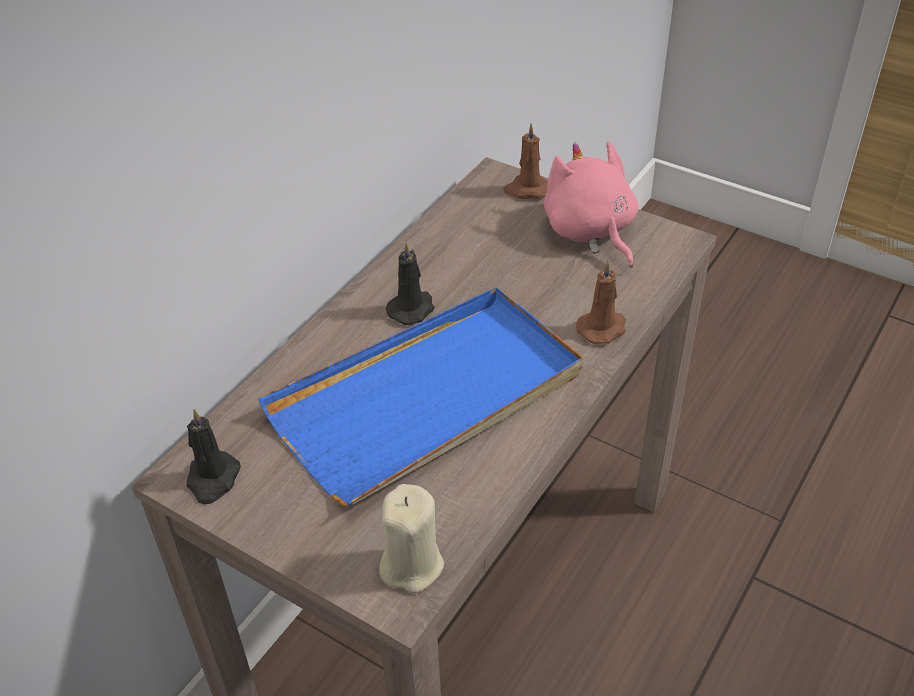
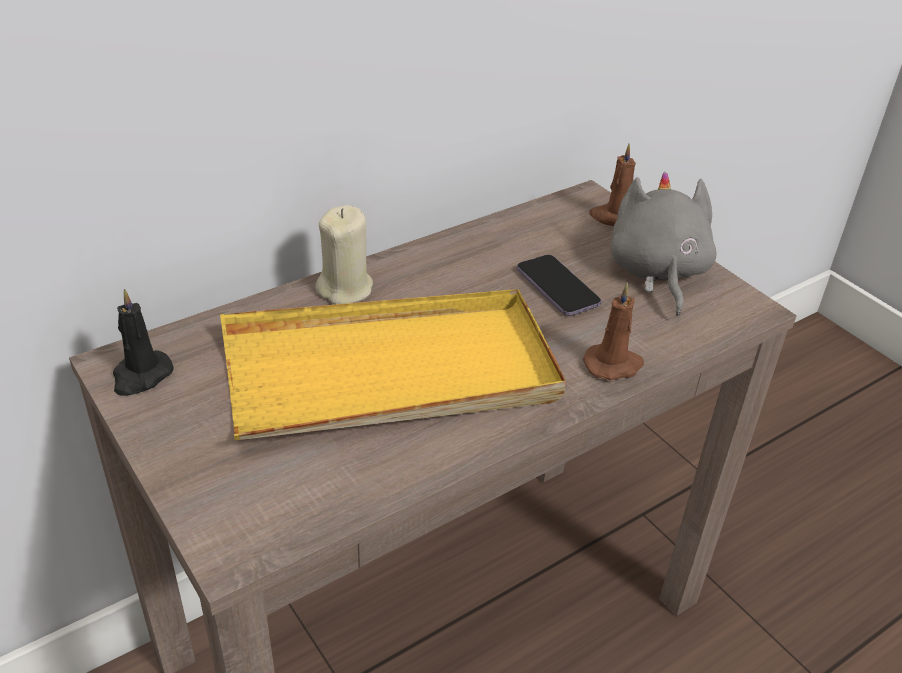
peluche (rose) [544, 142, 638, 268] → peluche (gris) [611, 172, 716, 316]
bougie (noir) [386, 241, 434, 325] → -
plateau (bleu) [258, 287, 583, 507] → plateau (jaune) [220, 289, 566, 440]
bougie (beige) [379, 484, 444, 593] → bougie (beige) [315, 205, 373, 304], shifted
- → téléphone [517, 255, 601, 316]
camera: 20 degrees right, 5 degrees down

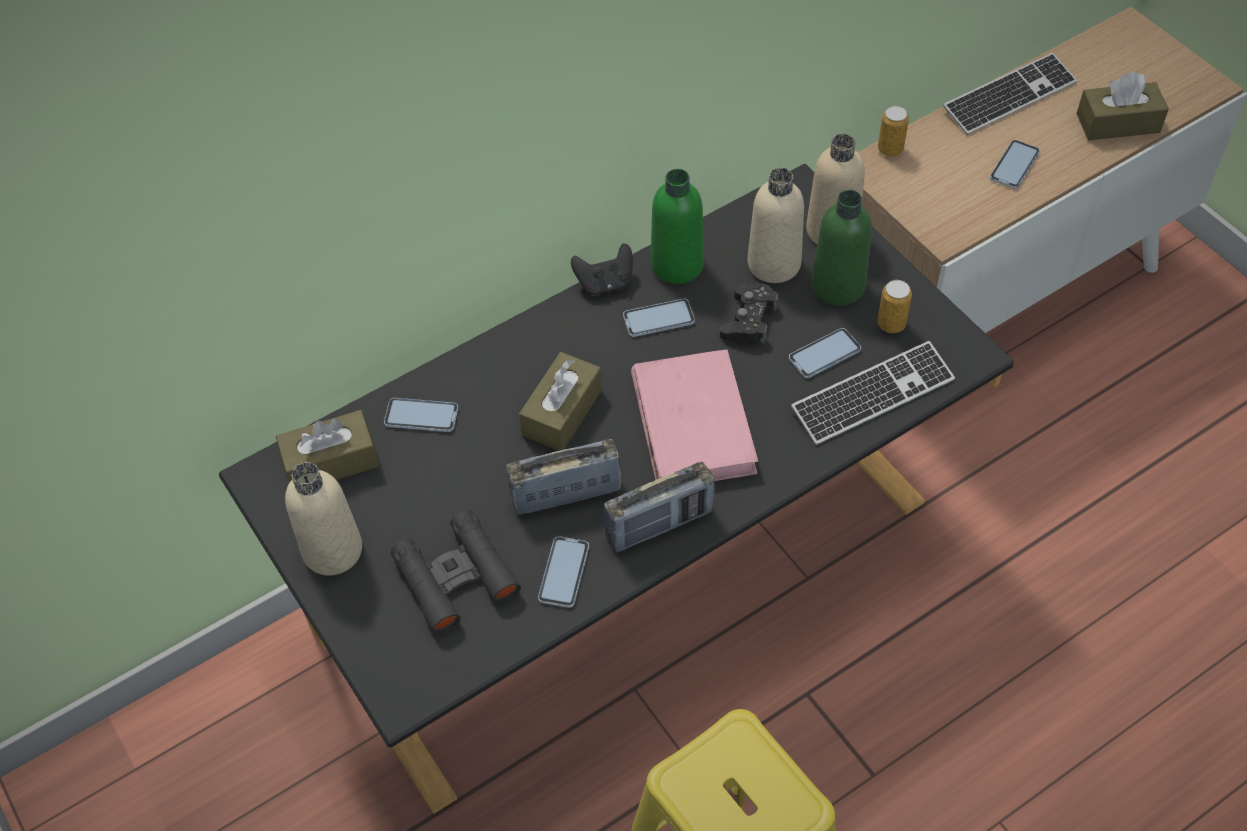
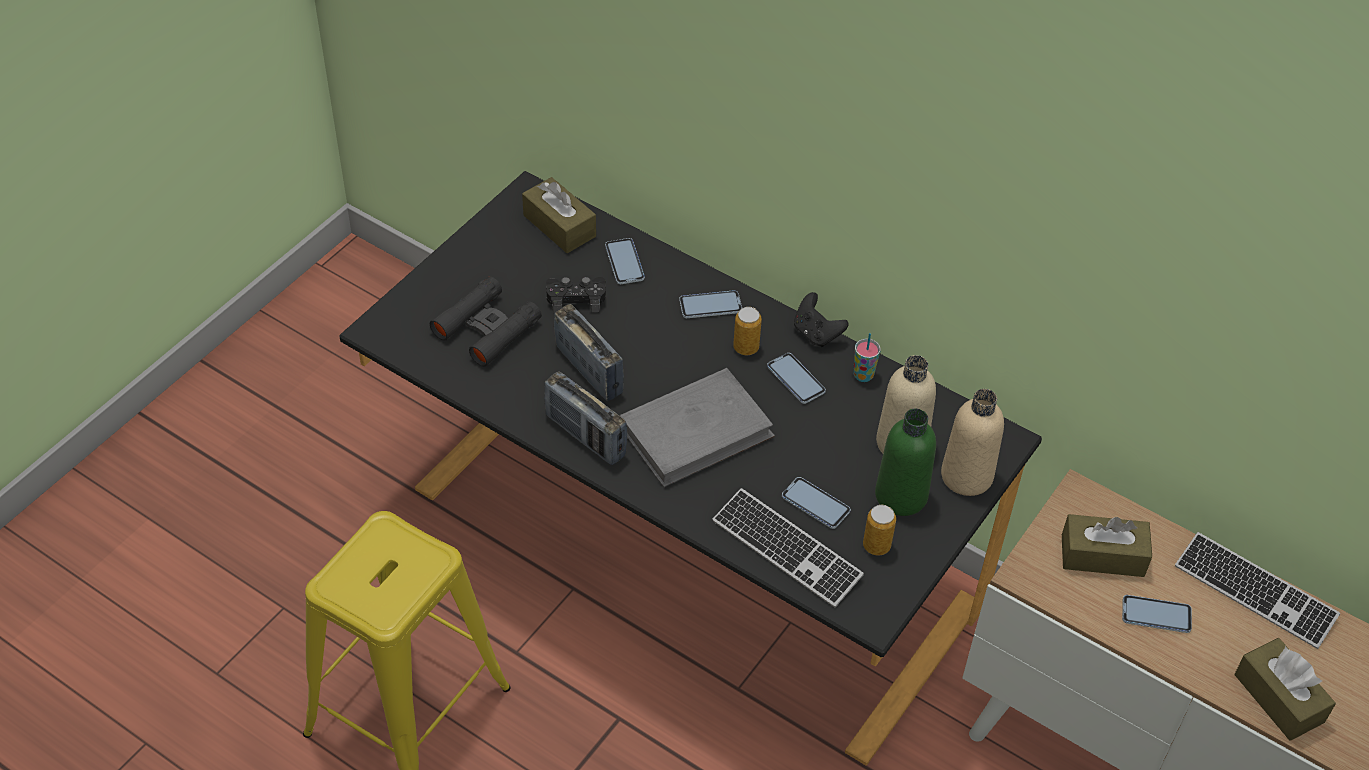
boîte métallique [878, 106, 909, 157] → boîte métallique [733, 307, 762, 355], shifted
bouteille (vert) [650, 169, 704, 284] → tasse [853, 333, 881, 382]
manette (noir) [720, 282, 778, 344] → manette (noir) [546, 277, 606, 313], shifted
livre (rose) [631, 349, 758, 481] → livre (gris) [619, 368, 775, 487]
boîte à mouchoirs (marron) [519, 352, 602, 451] → boîte à mouchoirs (marron) [1062, 514, 1152, 577], shifted
bouteille (beige) [285, 462, 362, 576] → -
téléphone [538, 536, 589, 608] → téléphone [679, 290, 742, 318], shifted
camera: 65 degrees right, 5 degrees down

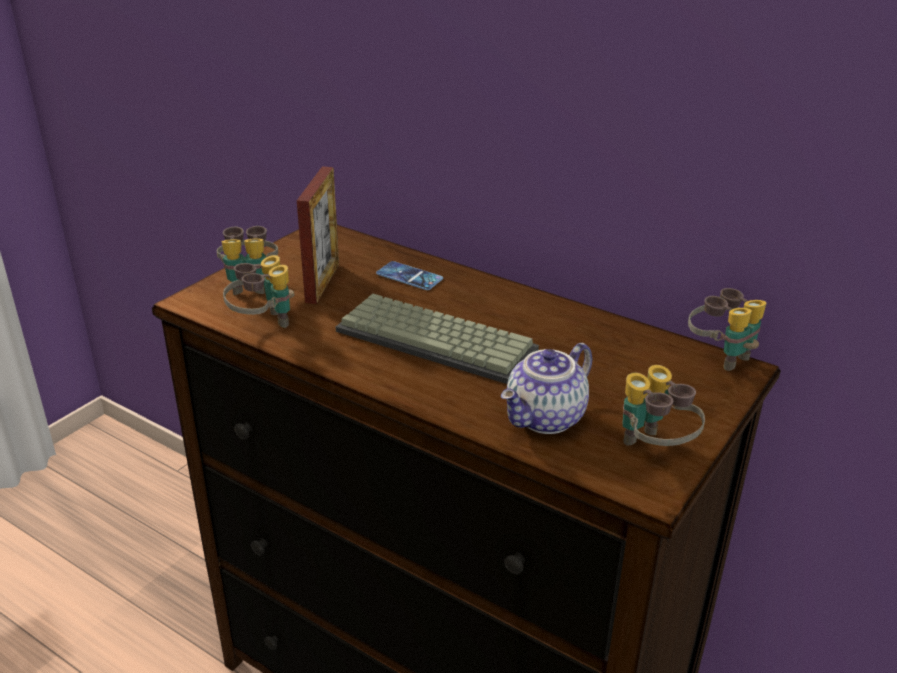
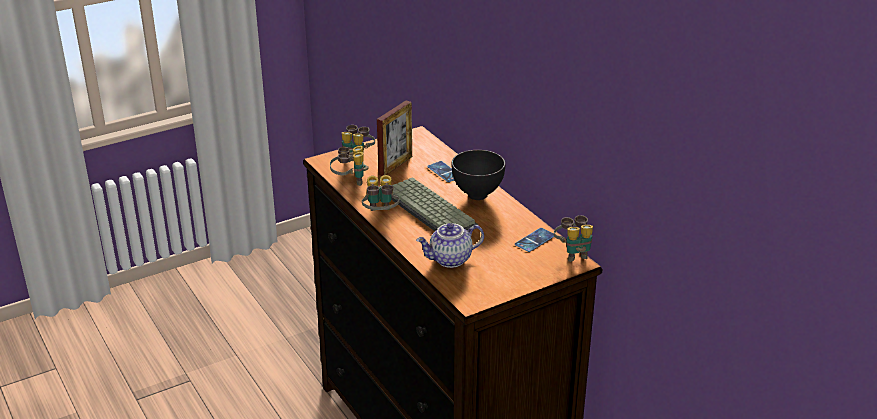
jumelles [623, 365, 705, 446] → jumelles [362, 175, 399, 211], shifted
- → bol (noir) [452, 150, 505, 200]
- → téléphone [515, 228, 554, 252]
camera: 25 degrees right, 0 degrees up

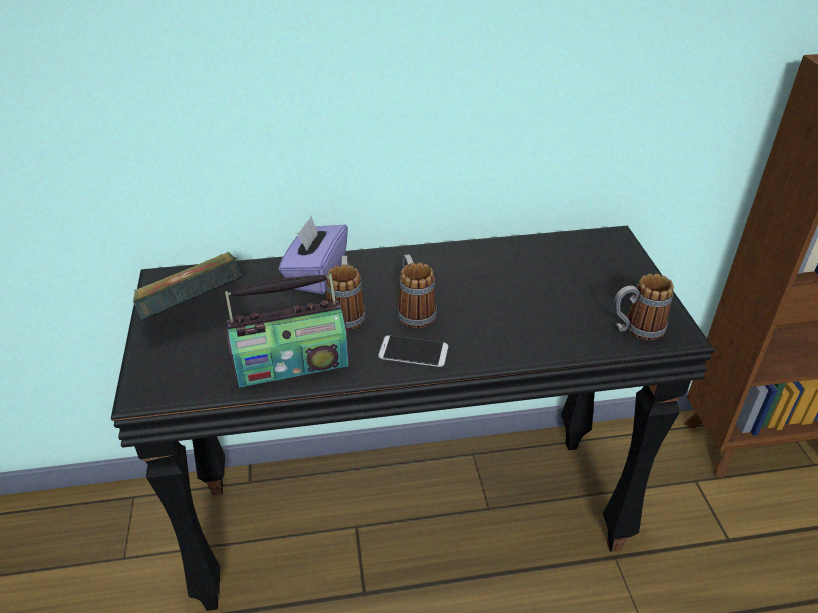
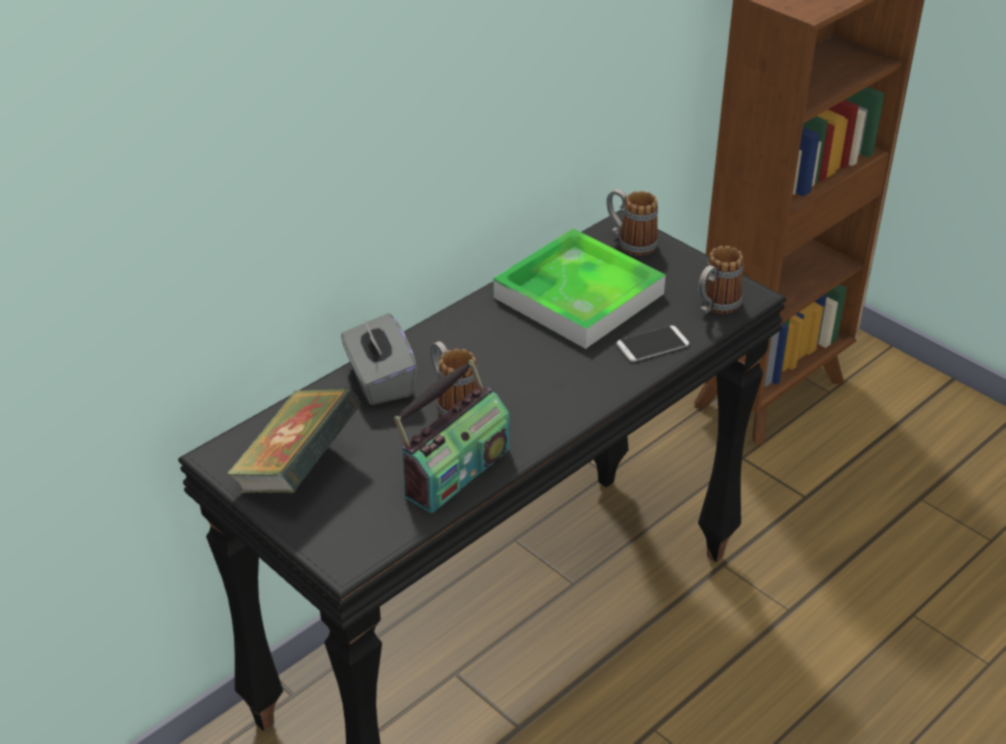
boîte à mouchoirs (violet) [279, 216, 348, 294] → boîte à mouchoirs (gris) [341, 313, 417, 405]
mug [397, 254, 437, 328] → mug [607, 189, 658, 256], shifted
téléphone [378, 335, 448, 367] → téléphone [616, 326, 689, 362], shifted
- → plateau [493, 228, 666, 349]
camera: 35 degrees left, 0 degrees up

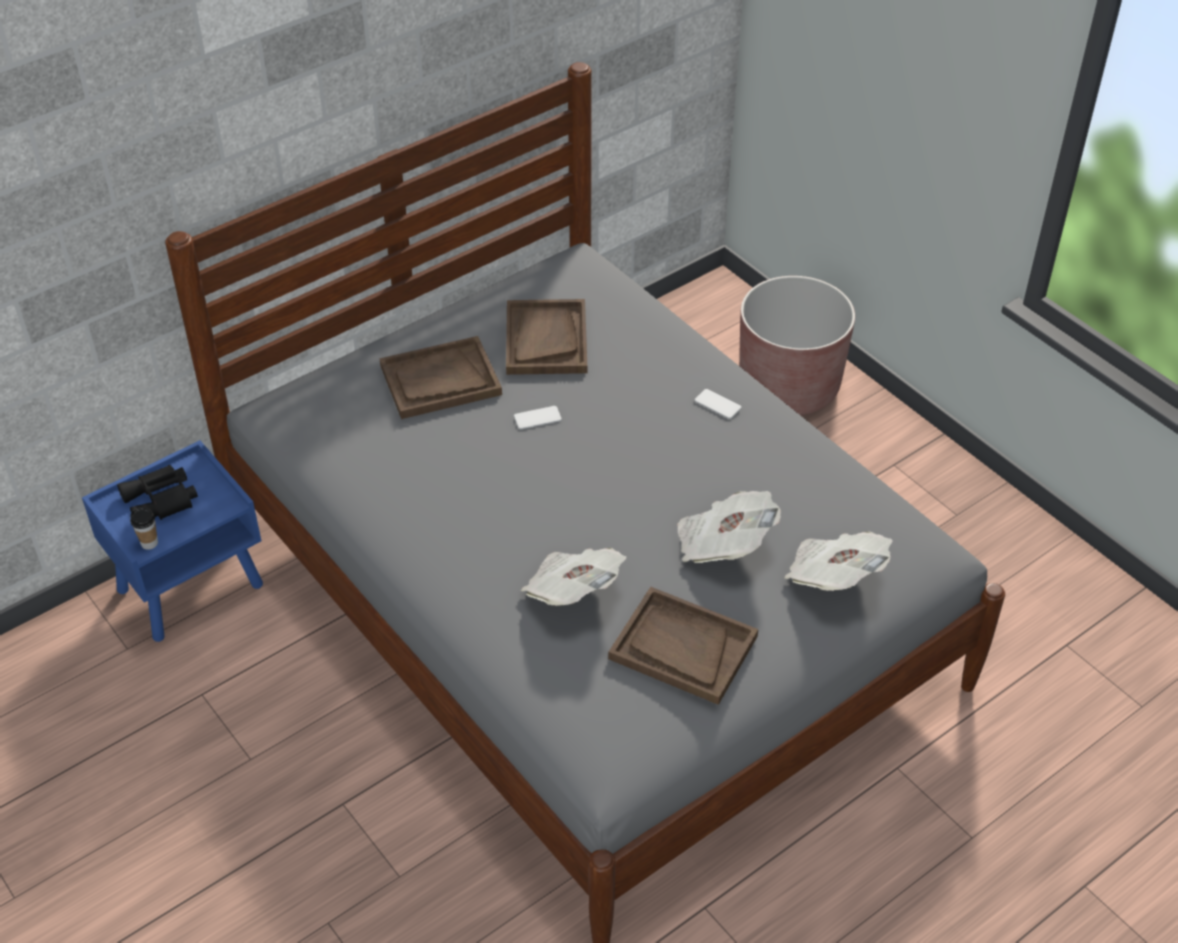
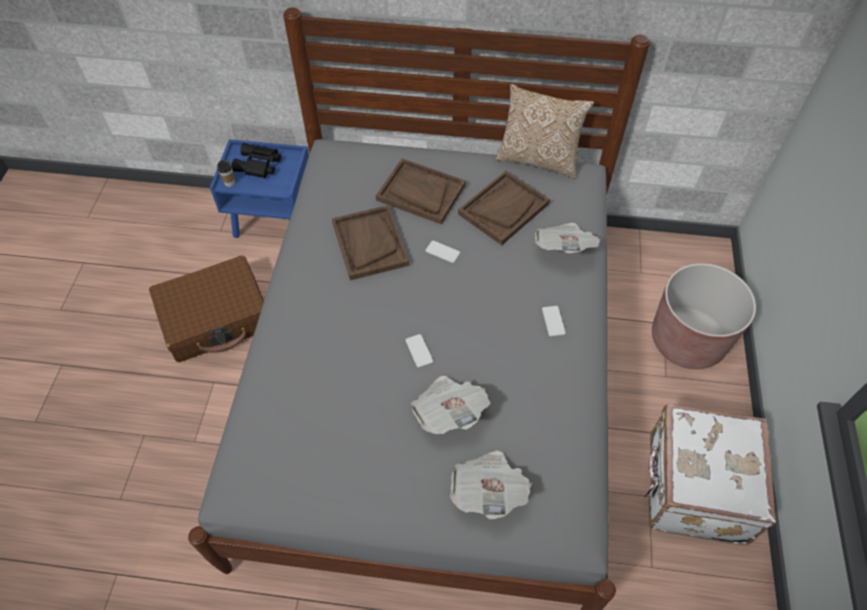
journal [521, 548, 626, 606] → journal [535, 223, 600, 253], shifted
plateau (marron) [608, 587, 758, 705] → plateau (marron) [332, 205, 409, 280], shifted
- → coussin [496, 84, 594, 179]
- → valise (marron) [149, 256, 264, 362]
- → téléphone [405, 334, 433, 368]
- → valise (blanc) [644, 404, 776, 545]
camera: 45 degrees right, 10 degrees up

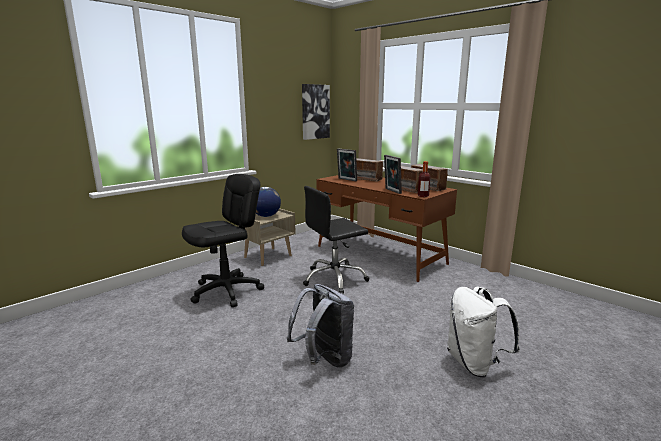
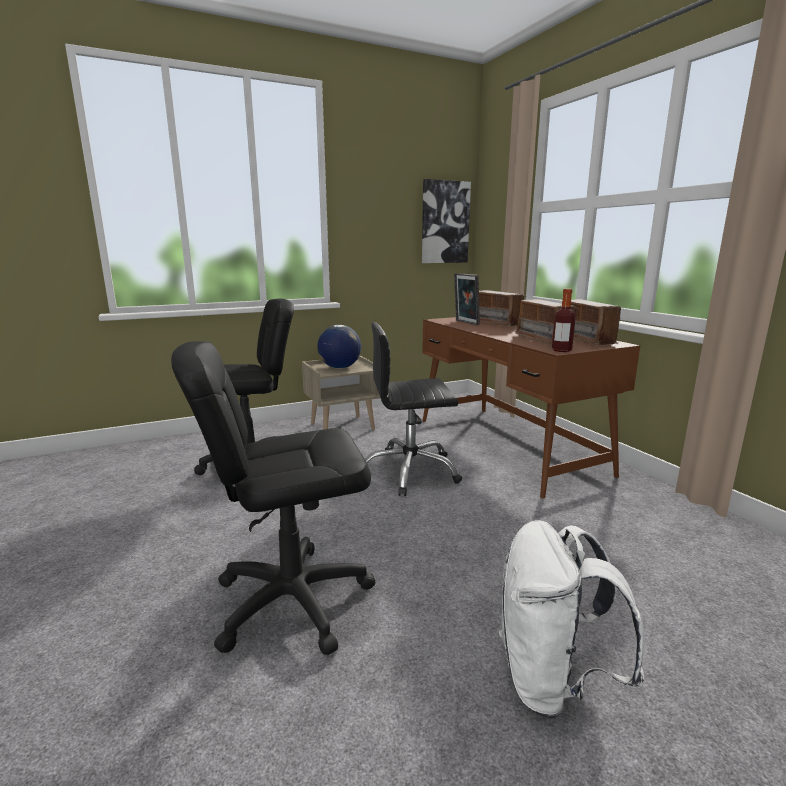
cadre photo [384, 155, 402, 194] → -
sac à dos (gris) [287, 284, 354, 368] → chaise de bureau (noir) [171, 341, 375, 655]
camera: 20 degrees right, 0 degrees up

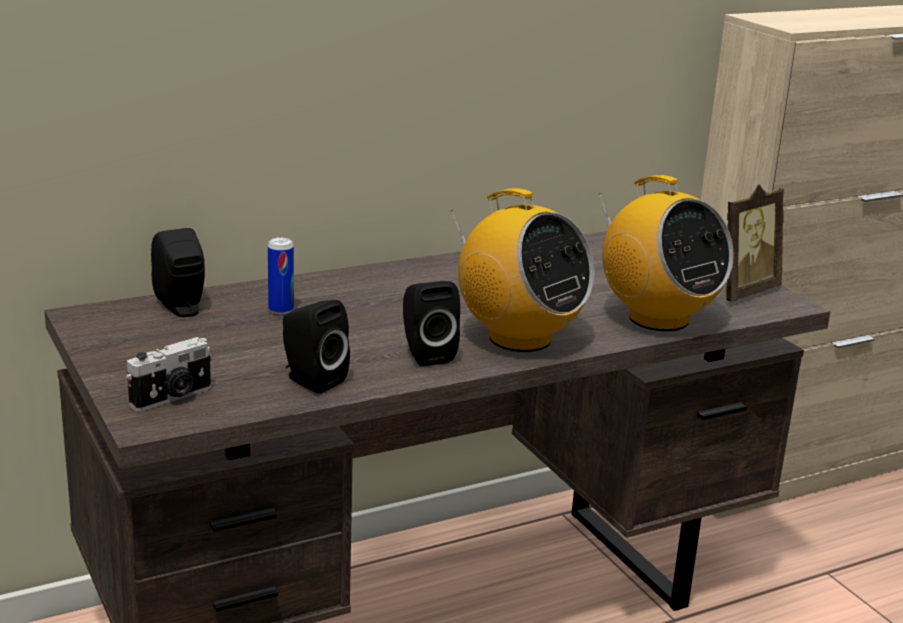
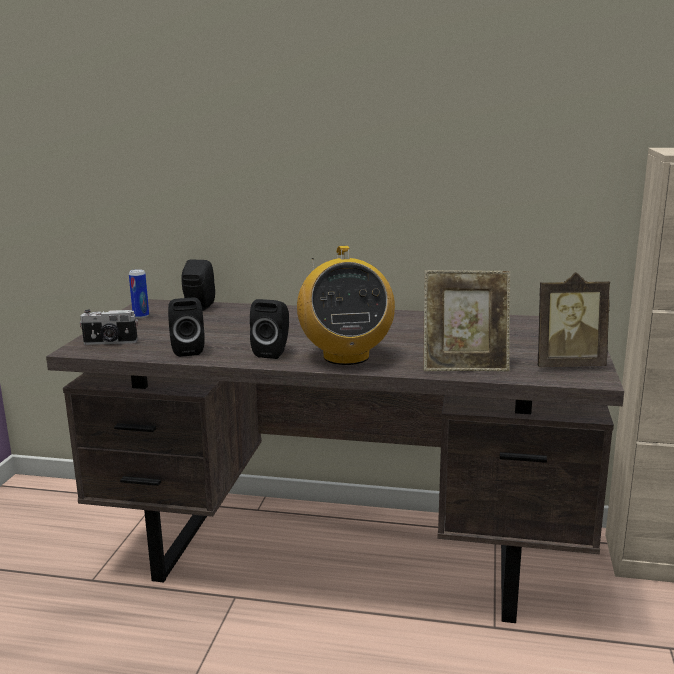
radio [599, 175, 734, 331] → cadre photo [424, 270, 511, 371]
boîte métallique [268, 237, 294, 315] → boîte métallique [129, 269, 149, 318], shifted
camera: 40 degrees right, 5 degrees down

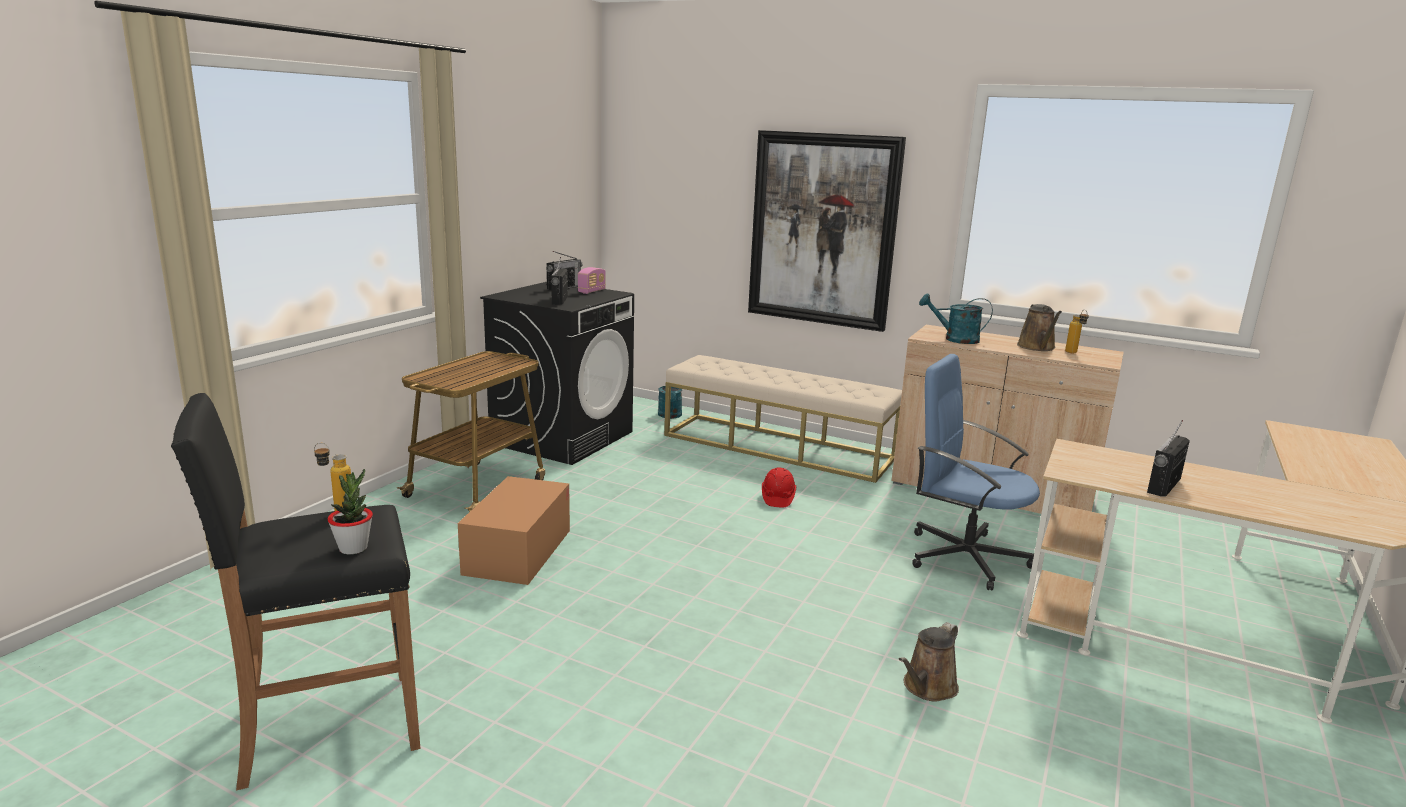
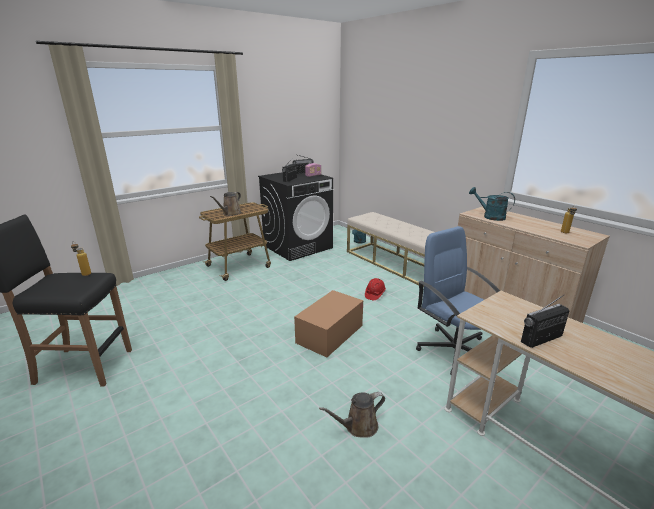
tableau [748, 130, 906, 332] → -
arrosoir (marron) [1017, 304, 1062, 351] → arrosoir (marron) [210, 192, 242, 216], shifted
plante en pot [327, 469, 373, 554] → -
carton [458, 476, 570, 585] → carton [294, 290, 363, 357], shifted
camera: 25 degrees right, 5 degrees up

